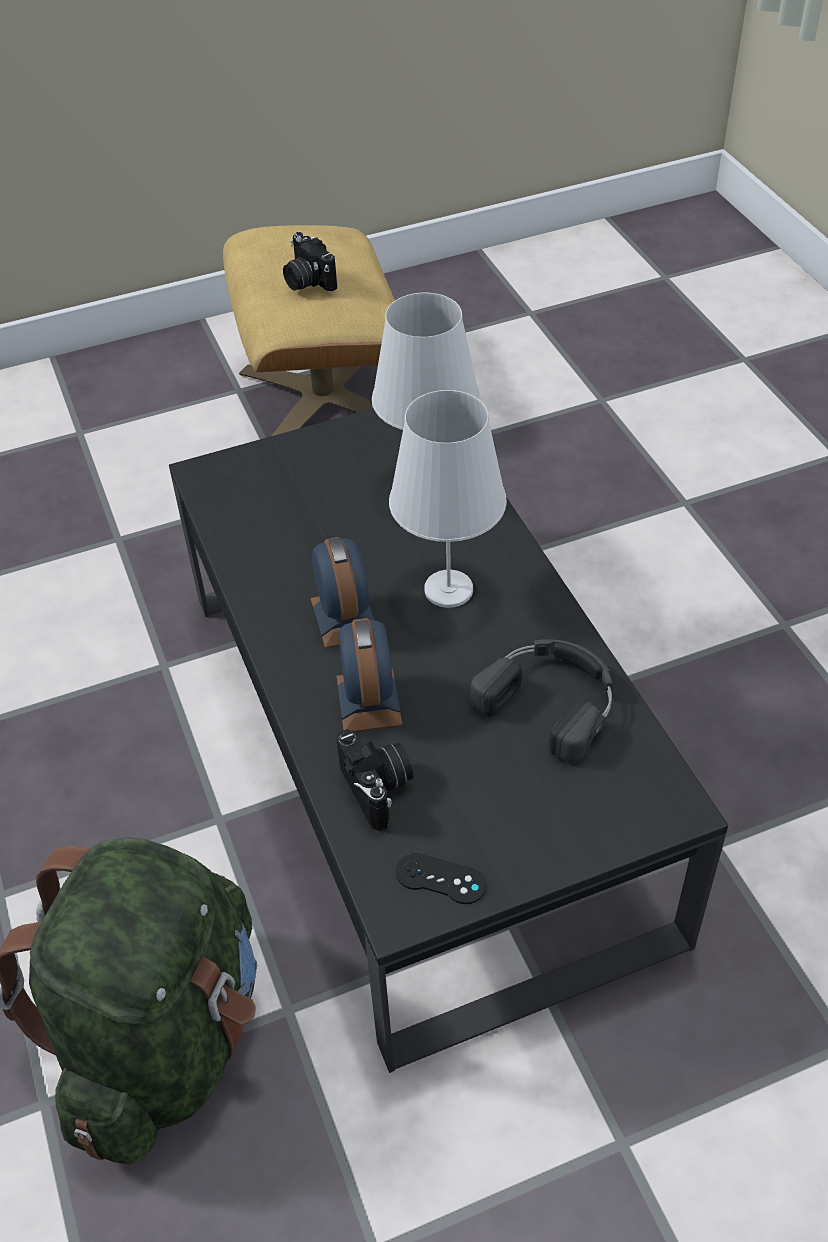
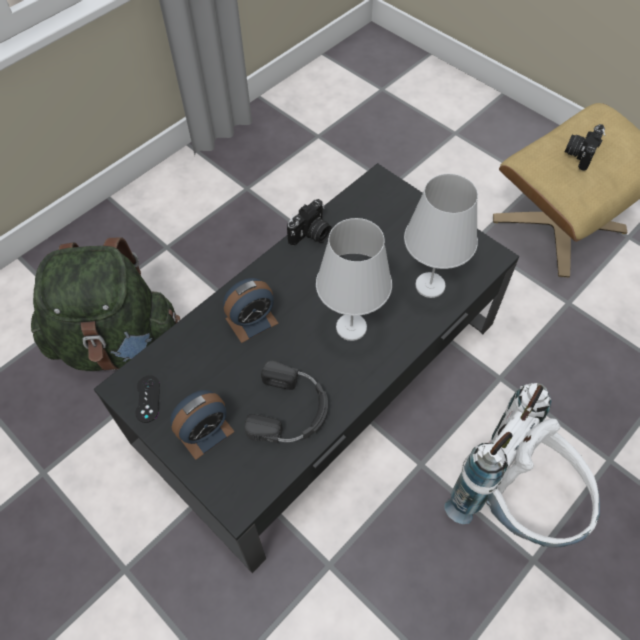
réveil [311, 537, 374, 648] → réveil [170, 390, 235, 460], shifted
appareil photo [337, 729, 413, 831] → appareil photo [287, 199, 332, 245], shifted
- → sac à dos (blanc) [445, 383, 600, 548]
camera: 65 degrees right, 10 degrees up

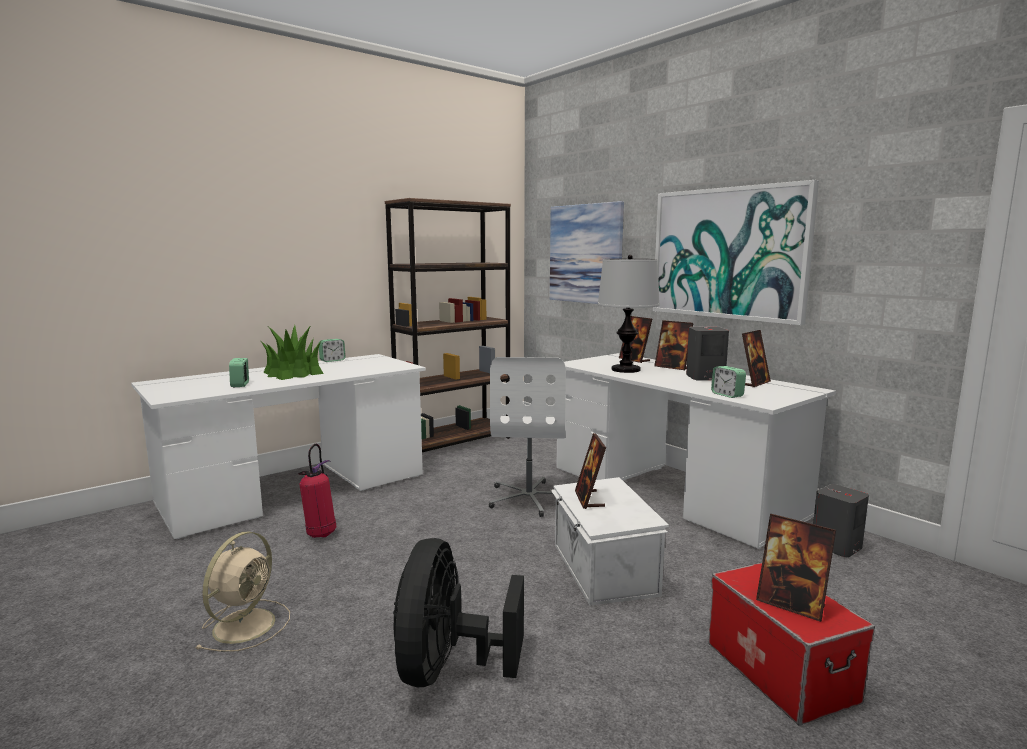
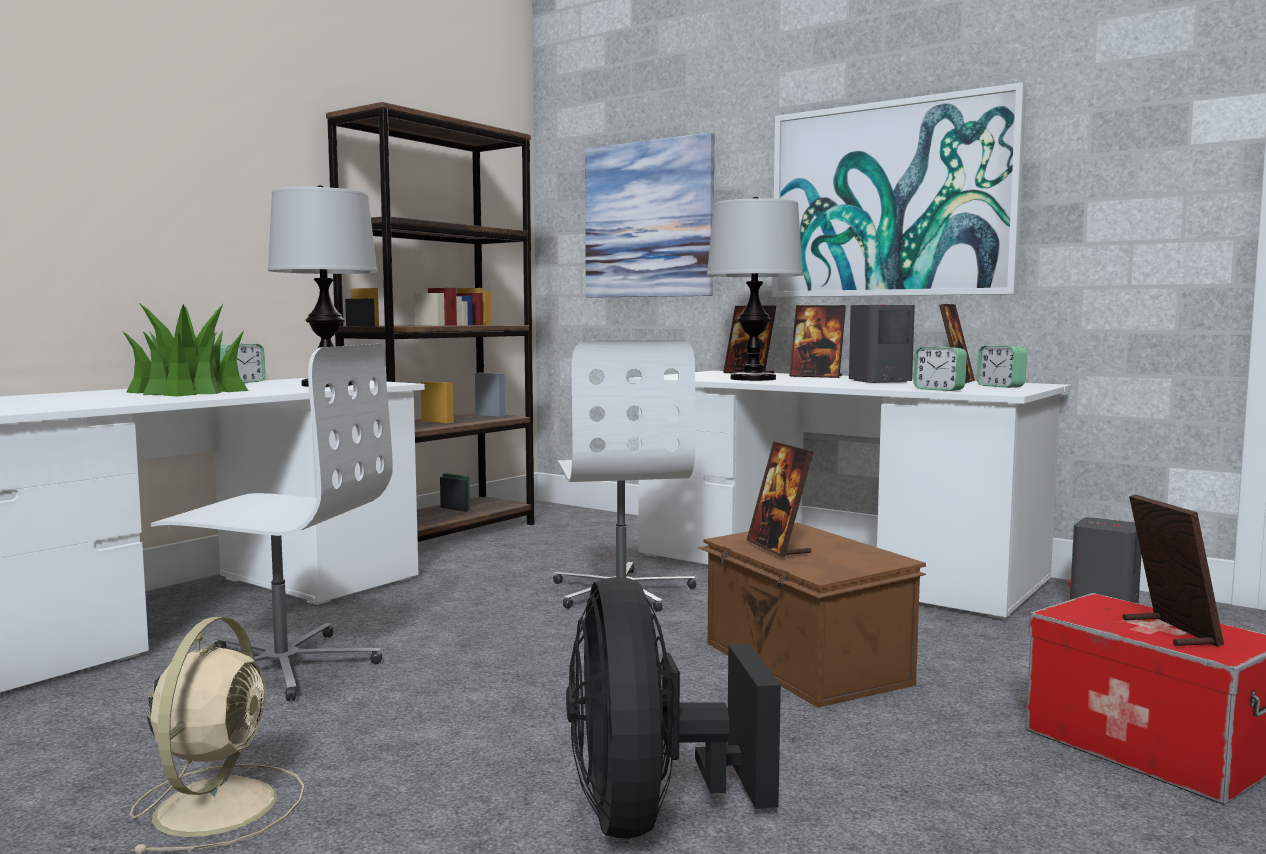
réveil [229, 358, 249, 387] → réveil [977, 345, 1027, 388], shifted
extincteur [298, 444, 336, 538] → chaise de bureau (blanc) [150, 344, 393, 701]
boîte de rangement (blanc) [551, 477, 669, 605] → boîte de rangement (marron) [698, 523, 926, 708]
cadre photo [756, 514, 836, 622] → cadre photo [1122, 494, 1224, 647], 120 degrees counterclockwise
- → lampe de table [268, 185, 378, 387]
camera: 15 degrees left, 5 degrees down

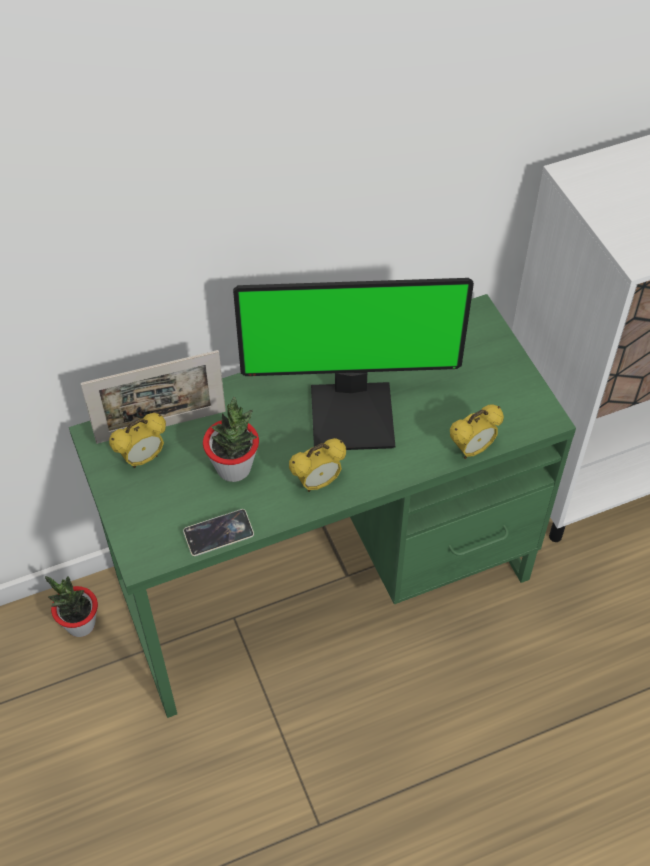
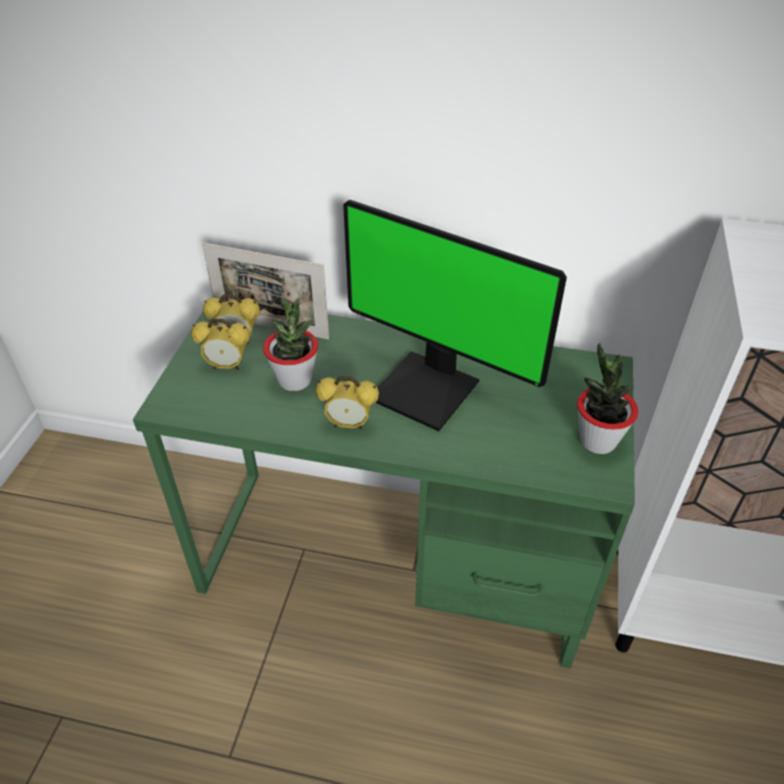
réveil [450, 404, 504, 459] → réveil [191, 319, 250, 370], shifted
téléphone [183, 509, 254, 556] → -
plante en pot [45, 576, 98, 637] → plante en pot [577, 343, 638, 454], shifted
camera: 35 degrees right, 10 degrees down

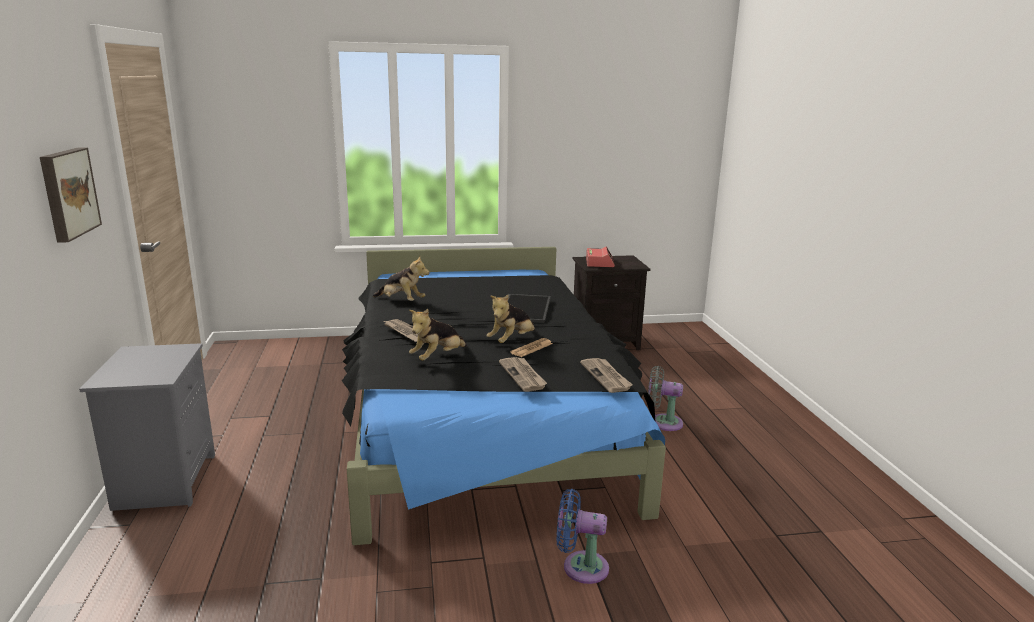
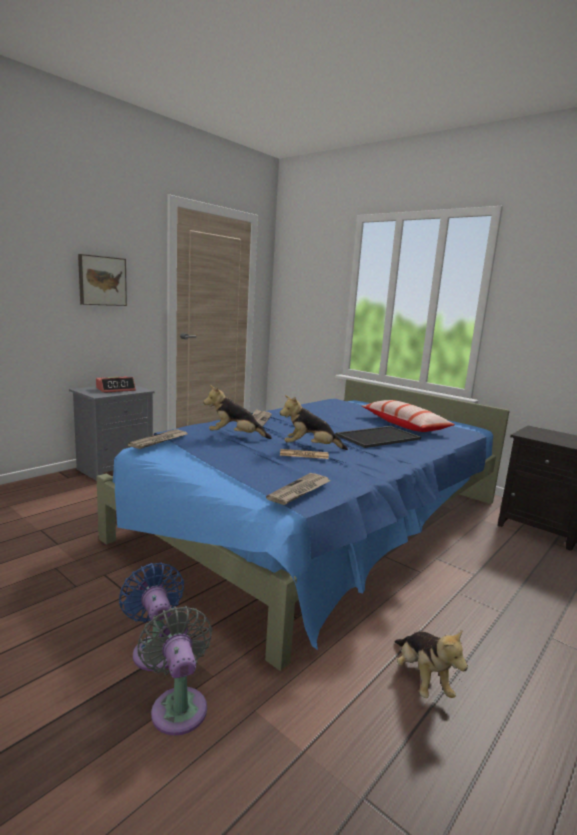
lit (noir) [342, 247, 666, 545] → lit (bleu) [96, 379, 509, 671]
réveil [586, 247, 615, 267] → réveil [96, 377, 136, 393], shifted
peluche [373, 256, 430, 301] → peluche [395, 631, 468, 698], shifted
journal [499, 357, 547, 392] → journal [128, 429, 187, 449], shifted
ventilateur (gris) [648, 366, 683, 431] → ventilateur (gris) [137, 606, 212, 736], shifted
- → coussin [362, 400, 455, 432]
camera: 50 degrees right, 5 degrees down

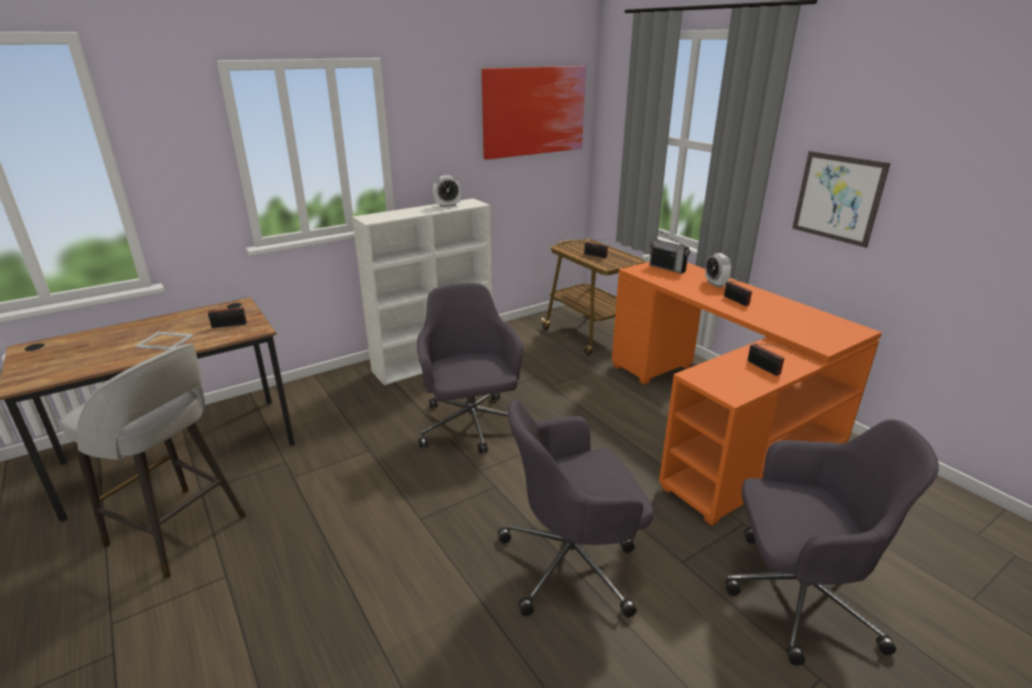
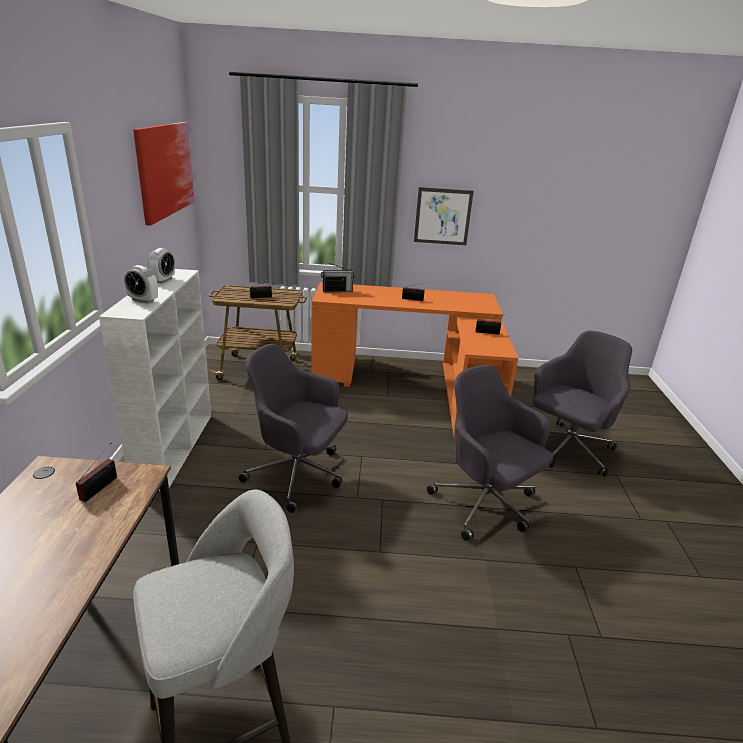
réveil [705, 253, 731, 287] → réveil [124, 265, 158, 304], shifted
cadre photo [135, 332, 194, 350] → -
chaise de bureau (gris) [498, 400, 653, 617] → chaise de bureau (gris) [427, 365, 553, 541], 120 degrees clockwise
camera: 55 degrees left, 0 degrees up

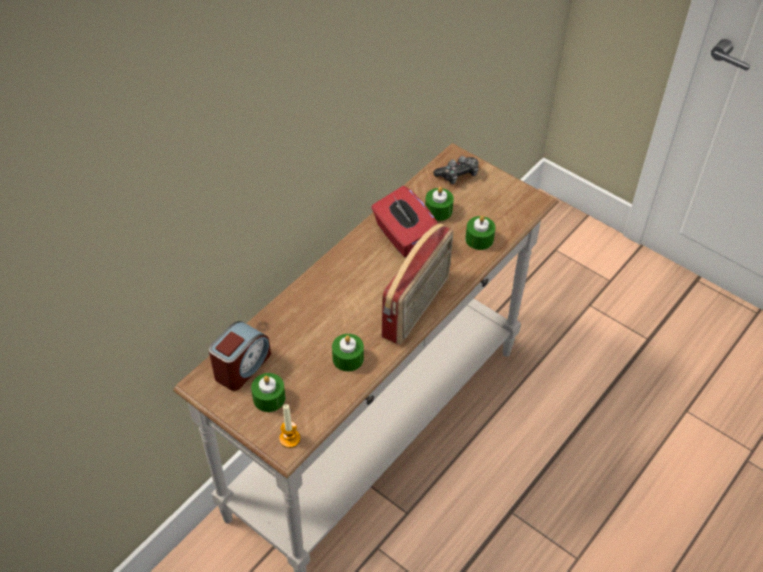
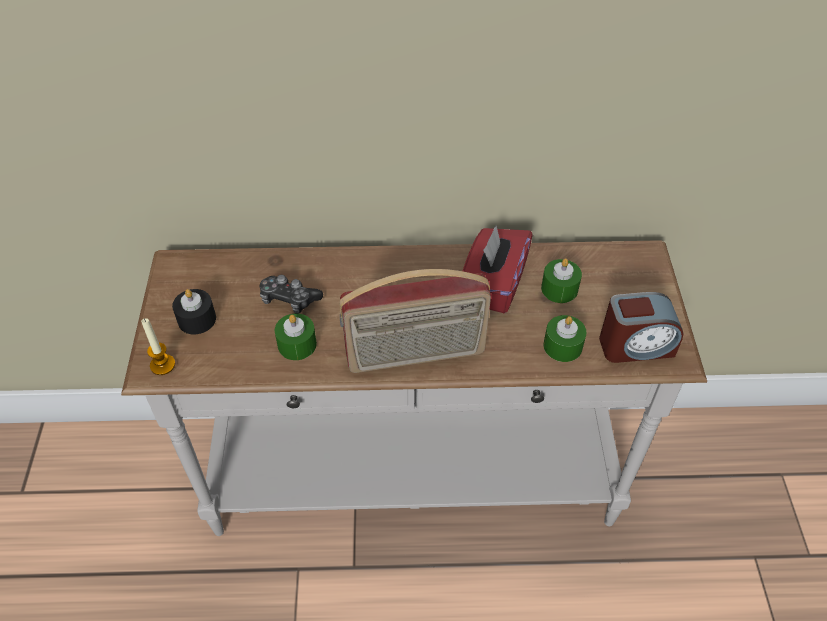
manette [433, 156, 479, 184] → manette [259, 275, 323, 314], shifted
réveil [209, 321, 271, 391] → réveil [599, 292, 684, 363], shifted
bougie (vert) [251, 373, 286, 412] → bougie (noir) [172, 289, 216, 335]
camera: 50 degrees right, 0 degrees up

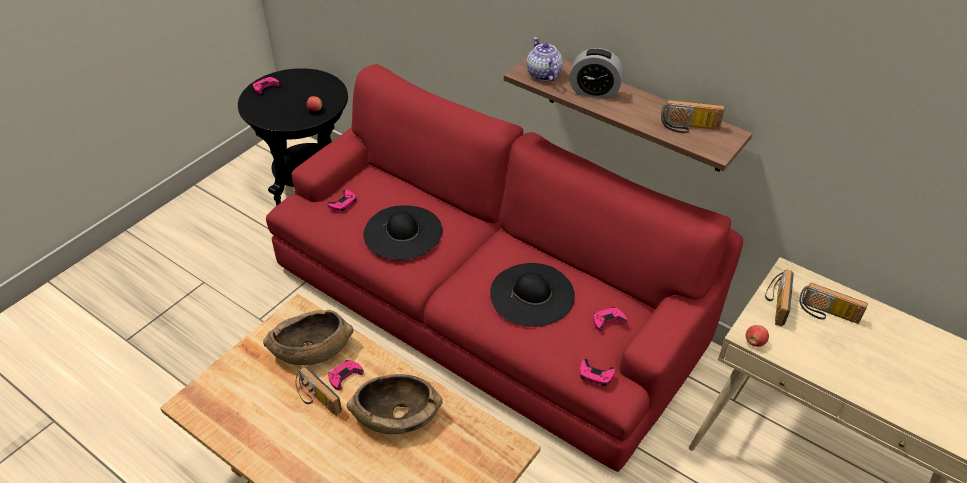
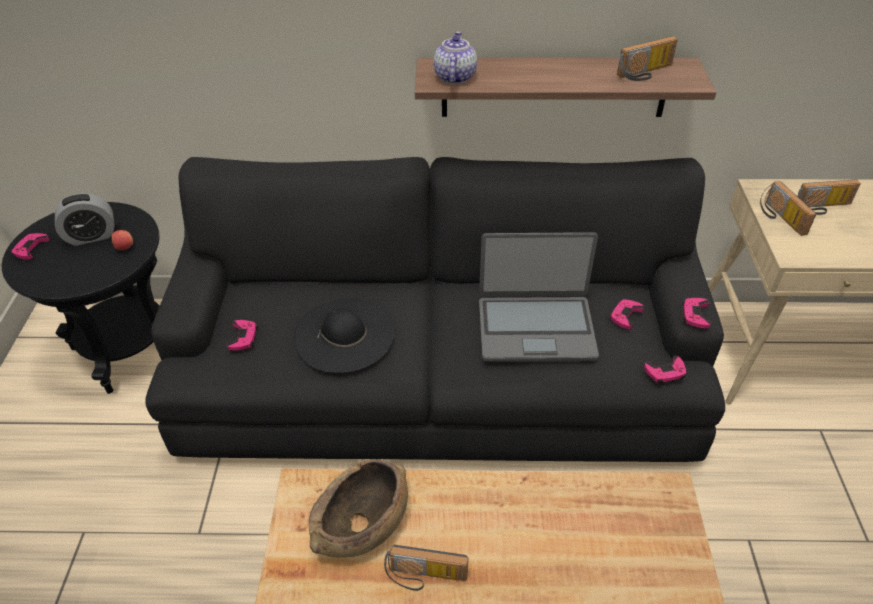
théière [527, 37, 563, 81] → théière [433, 32, 477, 84], 60 degrees clockwise
réveil [570, 48, 624, 99] → réveil [55, 193, 114, 246], shifted
canapé (rouge) [266, 64, 743, 472] → canapé (noir) [145, 157, 725, 462]
chapeau (noir) [490, 263, 575, 327] → ordinateur portable [479, 232, 599, 362]
pomme [746, 325, 769, 347] → -
manette (rose) [328, 360, 364, 390] → manette (rose) [682, 298, 711, 328], shifted
bol (marron) [347, 374, 442, 434] → -
camera: 35 degrees left, 0 degrees up

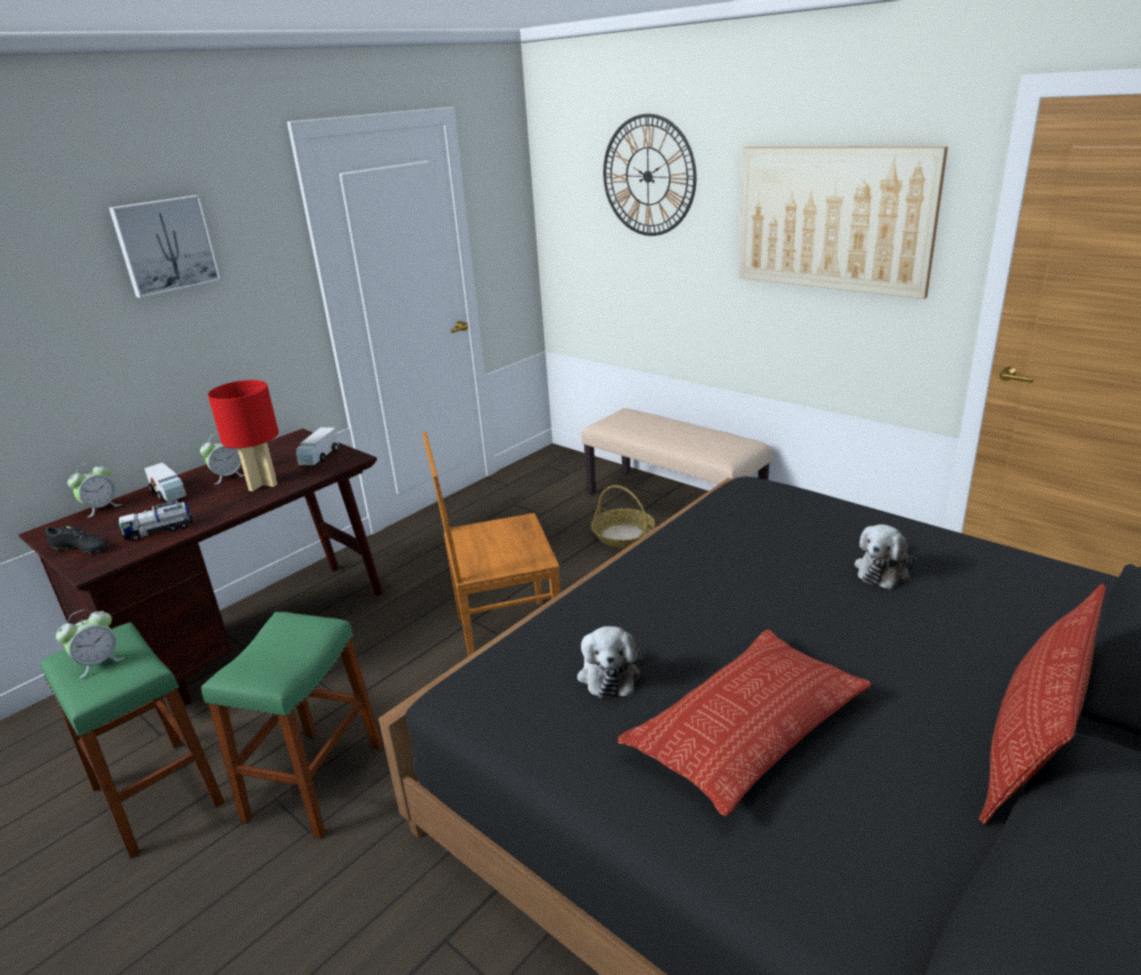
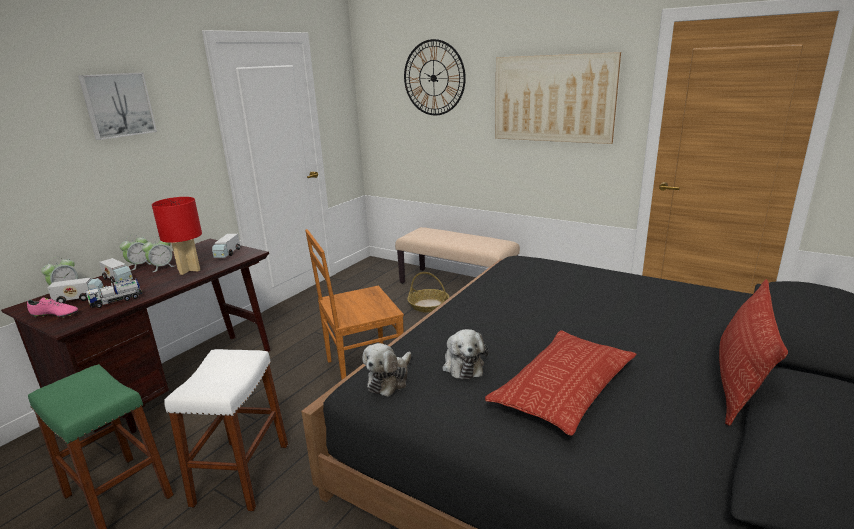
peluche [854, 524, 916, 590] → peluche [362, 343, 411, 397], shifted
chaussure (noir) [45, 525, 108, 554] → chaussure (rose) [27, 297, 78, 318]
réveil [56, 610, 124, 678] → réveil [120, 235, 151, 270], shifted
tabouret (vert) [201, 612, 382, 839] → tabouret (blanc) [164, 349, 288, 511]
- → camion jouet [48, 277, 104, 303]
camera: 10 degrees left, 5 degrees down

